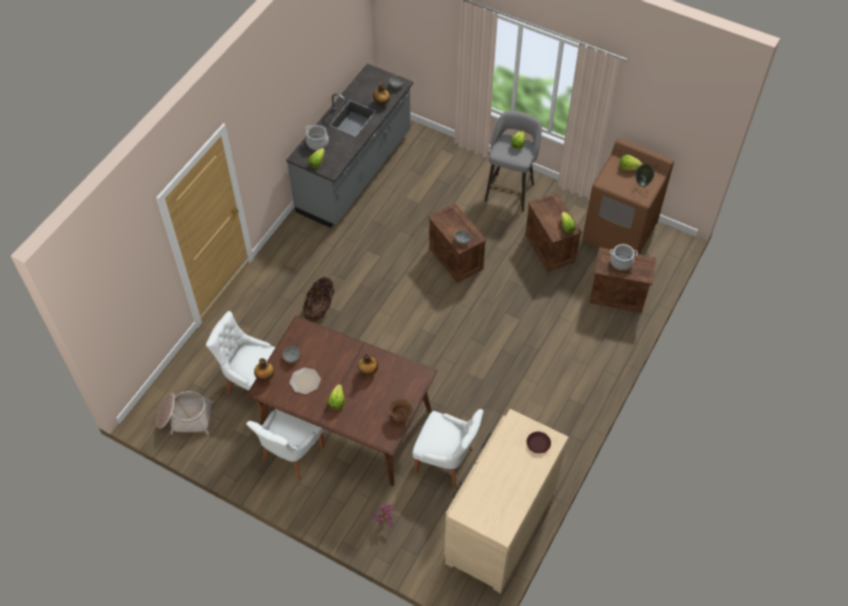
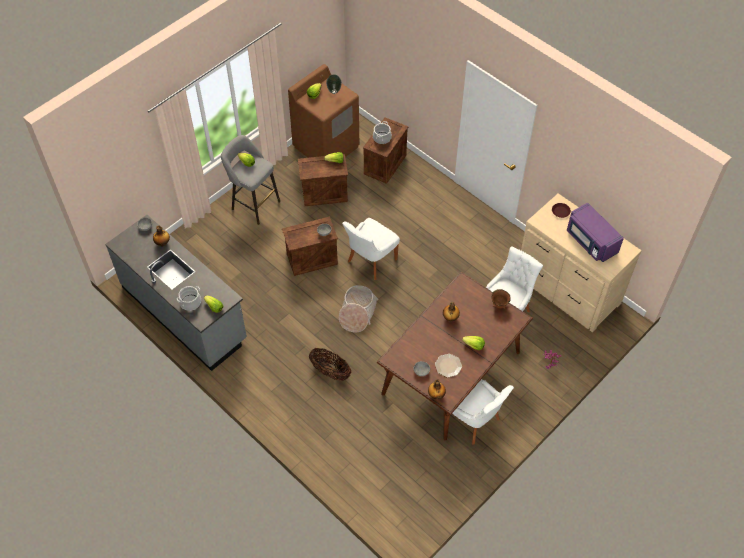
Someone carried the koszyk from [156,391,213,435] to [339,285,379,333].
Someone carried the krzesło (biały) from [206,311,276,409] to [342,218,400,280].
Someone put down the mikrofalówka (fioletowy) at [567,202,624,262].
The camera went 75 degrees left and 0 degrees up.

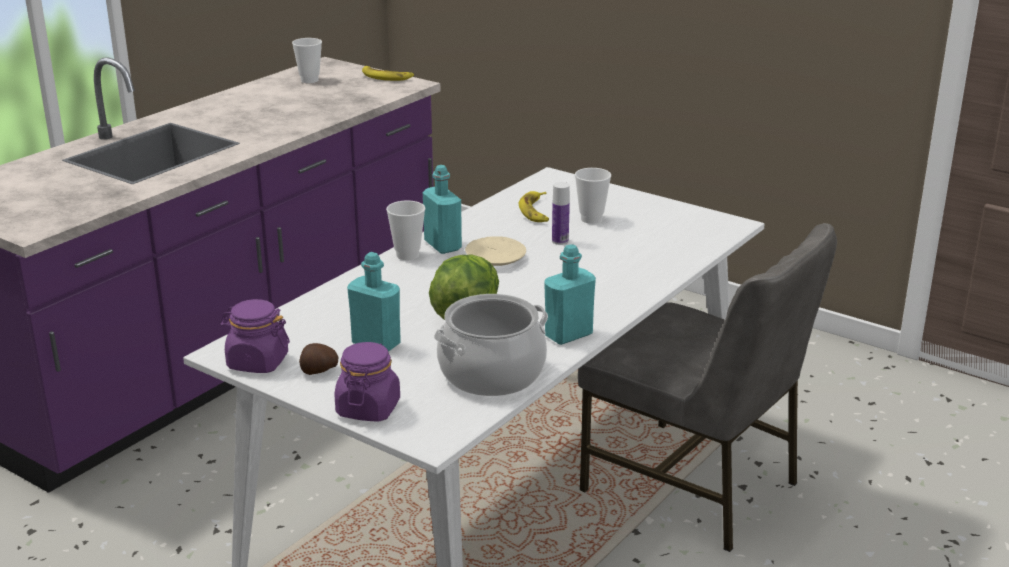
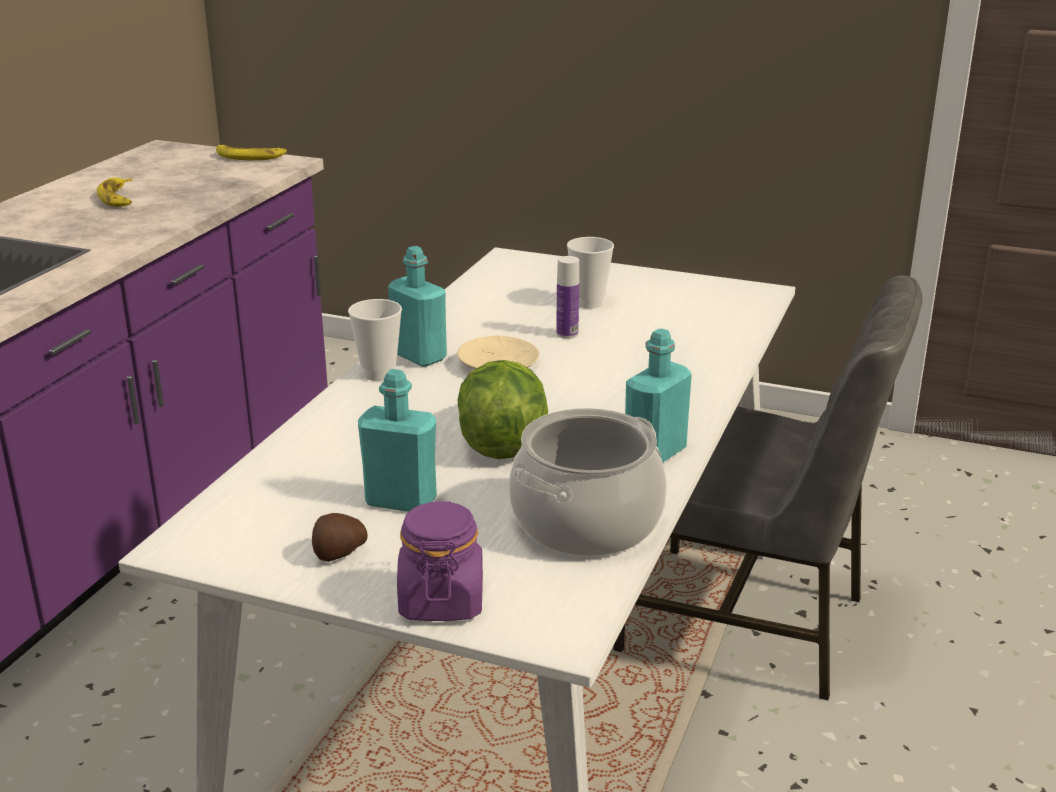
Someone carried the banan from [519,191,549,222] to [97,178,132,207].
Someone took away the słoik (fioletowy) at [219,299,290,373].
Someone took away the filiżanka at [292,38,322,83].
The camera went 15 degrees left and 0 degrees up.

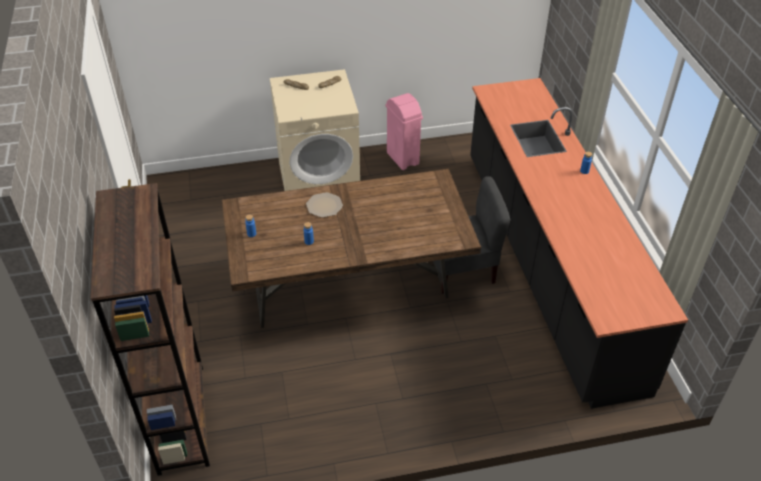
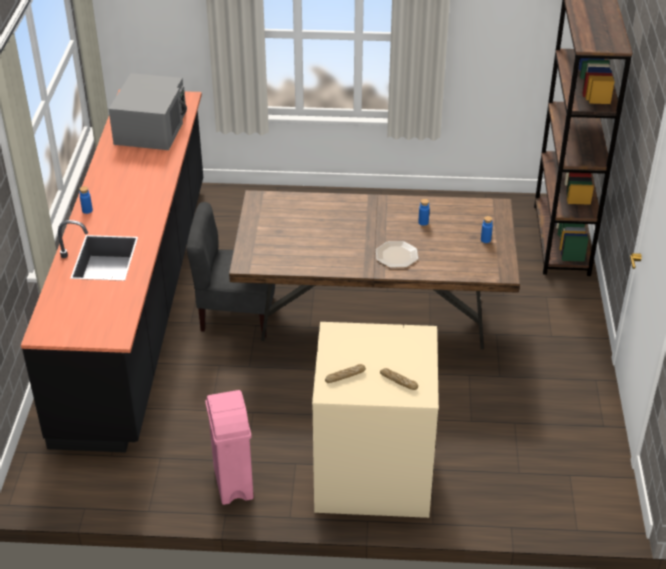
Someone put down the mikrofalówka (szary) at [109,73,187,150].
The camera went 165 degrees left and 5 degrees down.

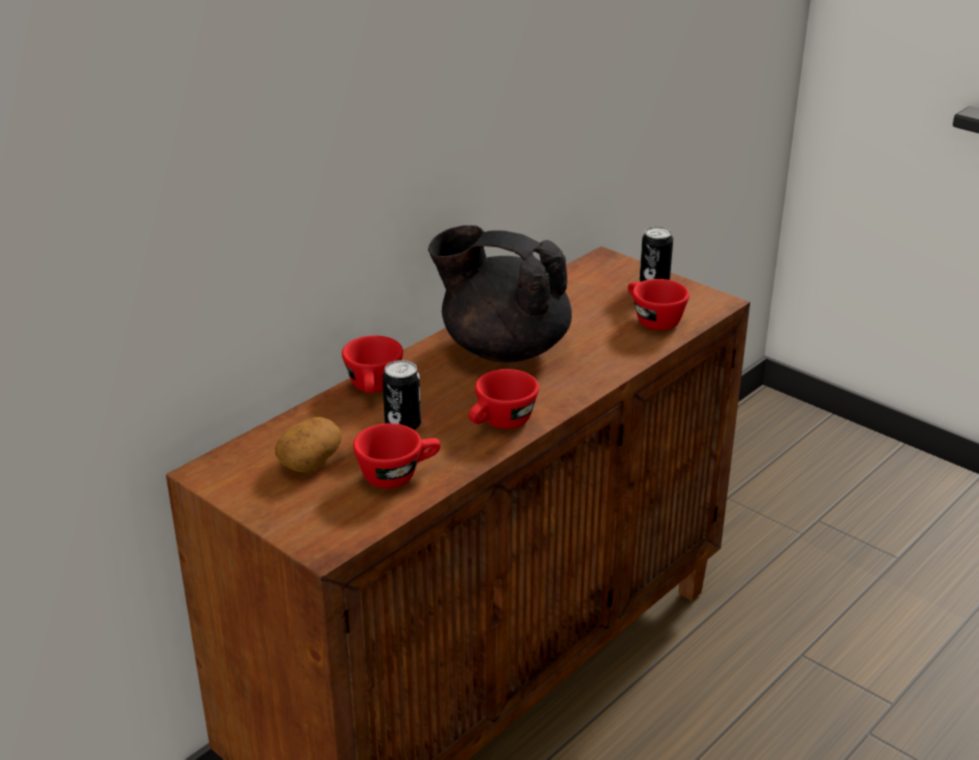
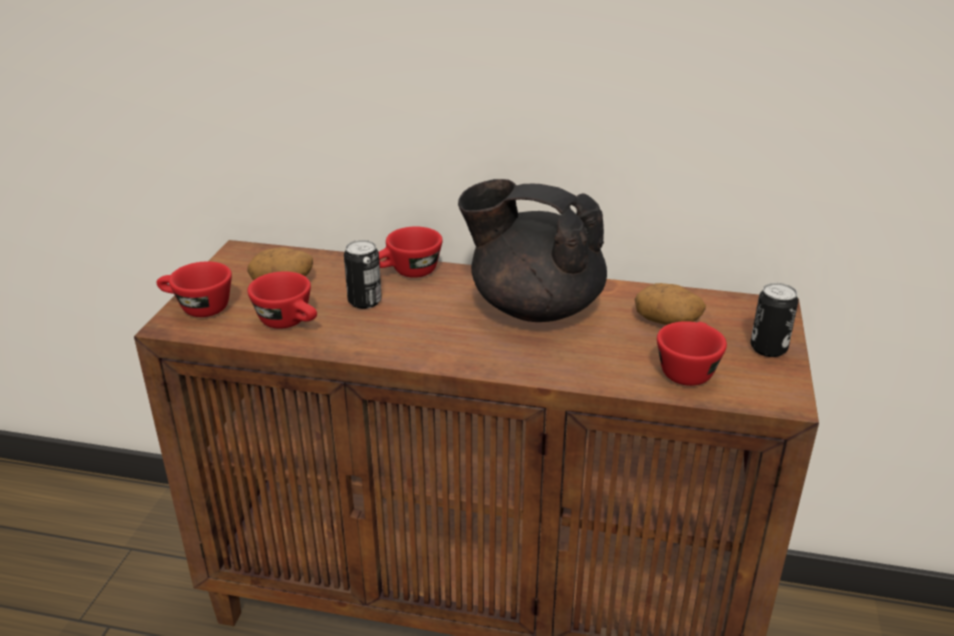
Someone carried the filiżanka (czerwony) from [469,369,539,429] to [156,261,232,317].
Someone rotated the imbryk (czarny) at [428,225,572,363] by 60 degrees counterclockwise.
Someone put down the ziemniak at [635,283,706,325].
The camera went 60 degrees right and 0 degrees up.

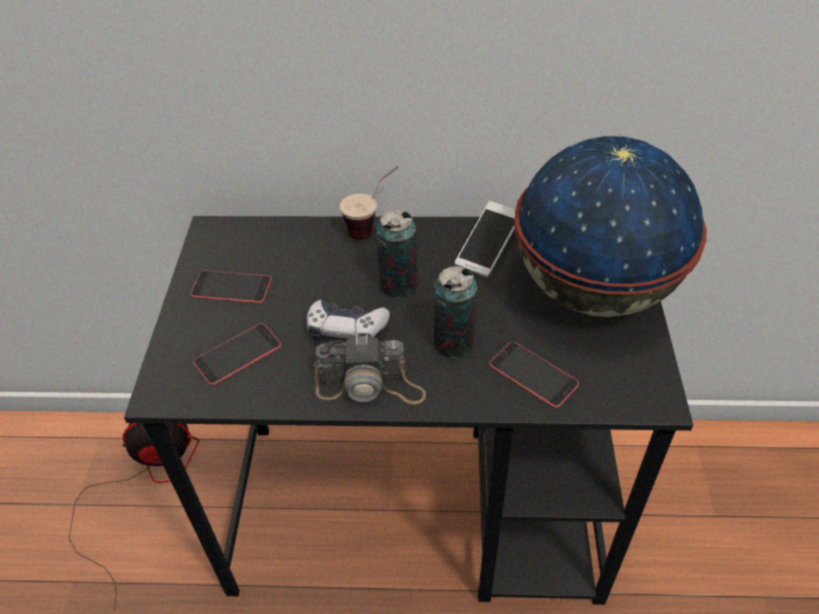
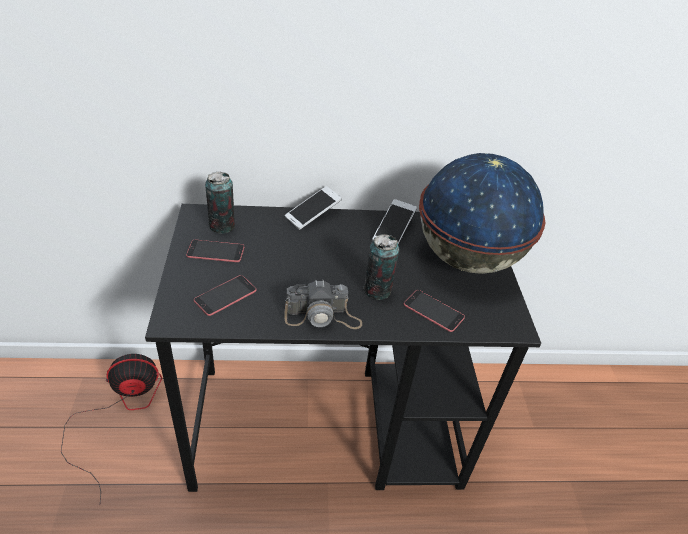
Someone carried the puszka from [376,210,417,298] to [205,172,235,234].
Someone swapped the filiżanka at [340,166,399,240] for the telefon at [285,186,342,230].
Someone took away the pad do gier at [307,300,390,341].
The camera went 10 degrees left and 5 degrees down.

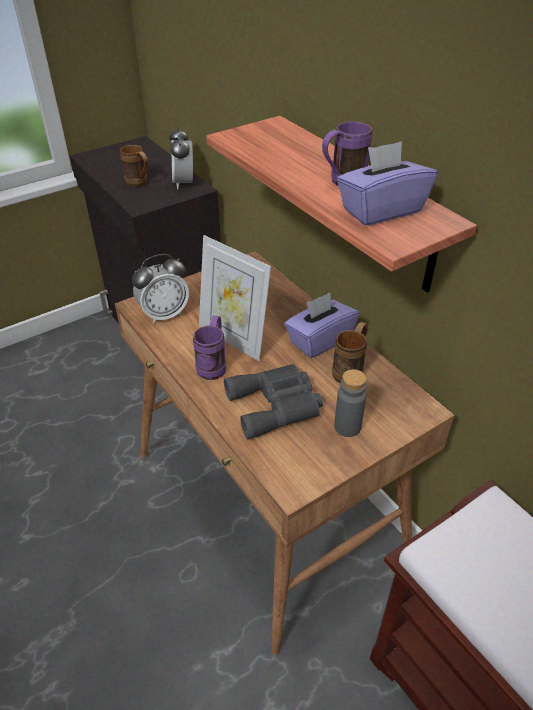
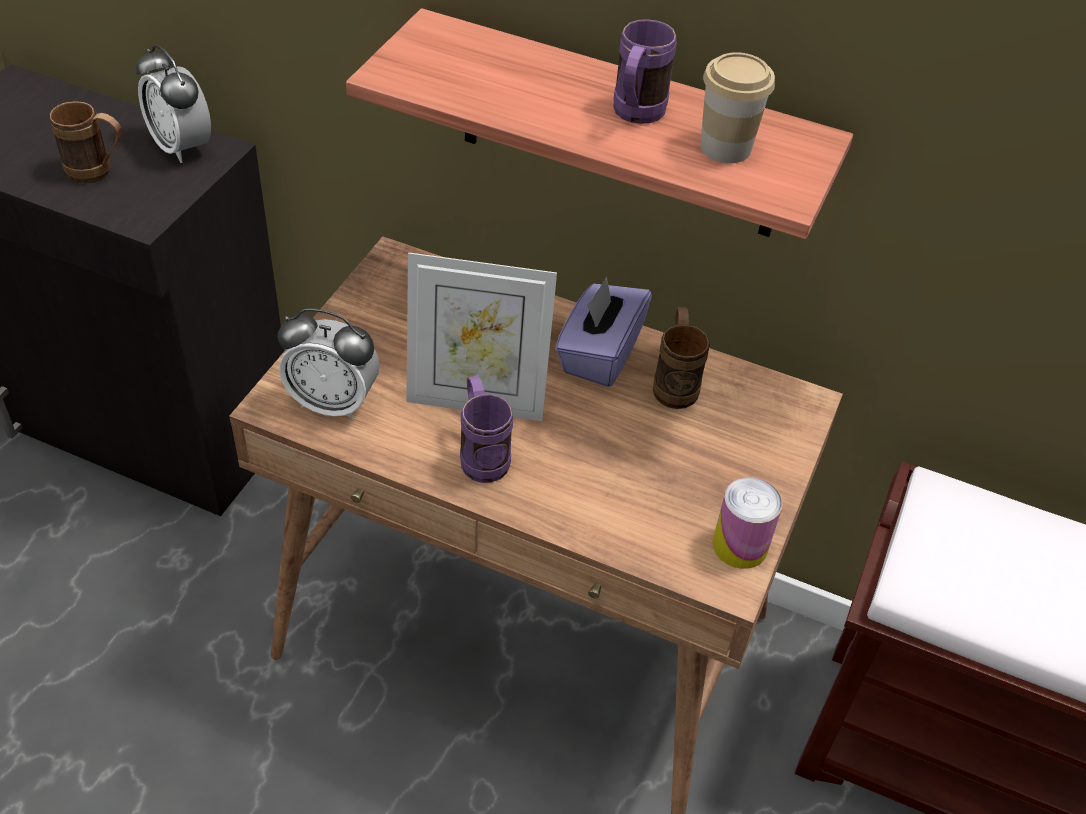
Someone rotated the budzik at [132,254,189,324] by 75 degrees clockwise.
Someone swapped the pudełko chusteczek (fioletowy) at [337,141,437,226] for the filiżanka at [700,52,775,163].
Someone put down the puszka at [712,477,783,569].
Someone took away the lornetka (szary) at [224,364,323,439].
Someone took away the butelka (szary) at [334,369,366,437].
The camera went 35 degrees left and 5 degrees up.

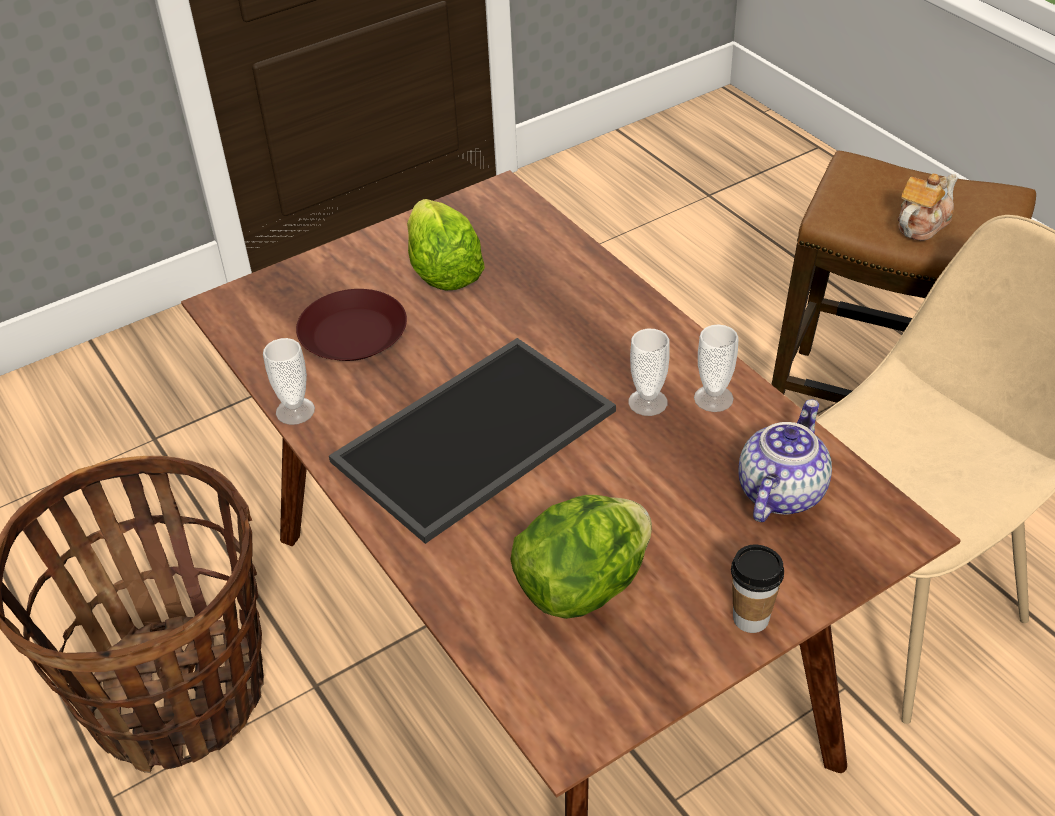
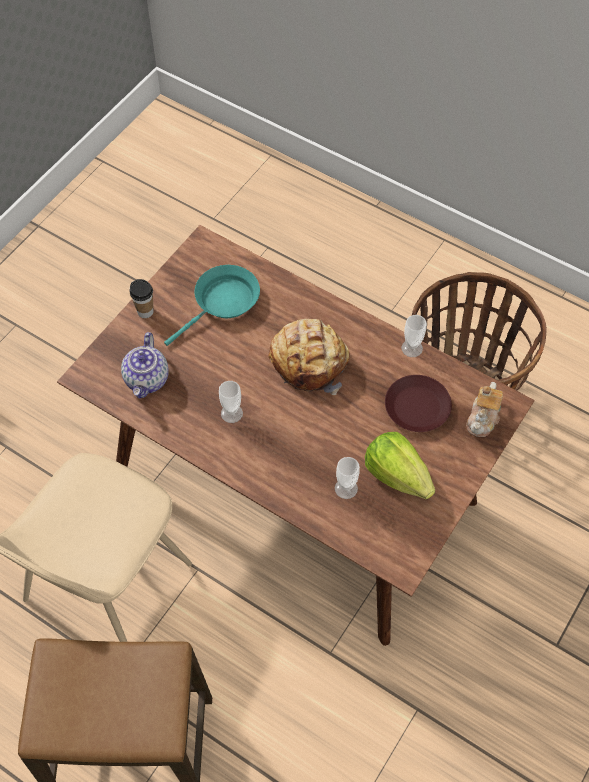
Someone swapped the sałata at [510,495,652,619] for the patelnia (turkusowy) at [164,265,260,346].
Someone swapped the taca at [329,338,616,544] for the chleb at [268,319,350,395].
Someone carried the filiżanka from [694,324,739,412] to [335,457,360,499].
Someone carried the imbryk from [897,173,958,241] to [466,382,503,437].
The camera went 155 degrees right and 15 degrees up.

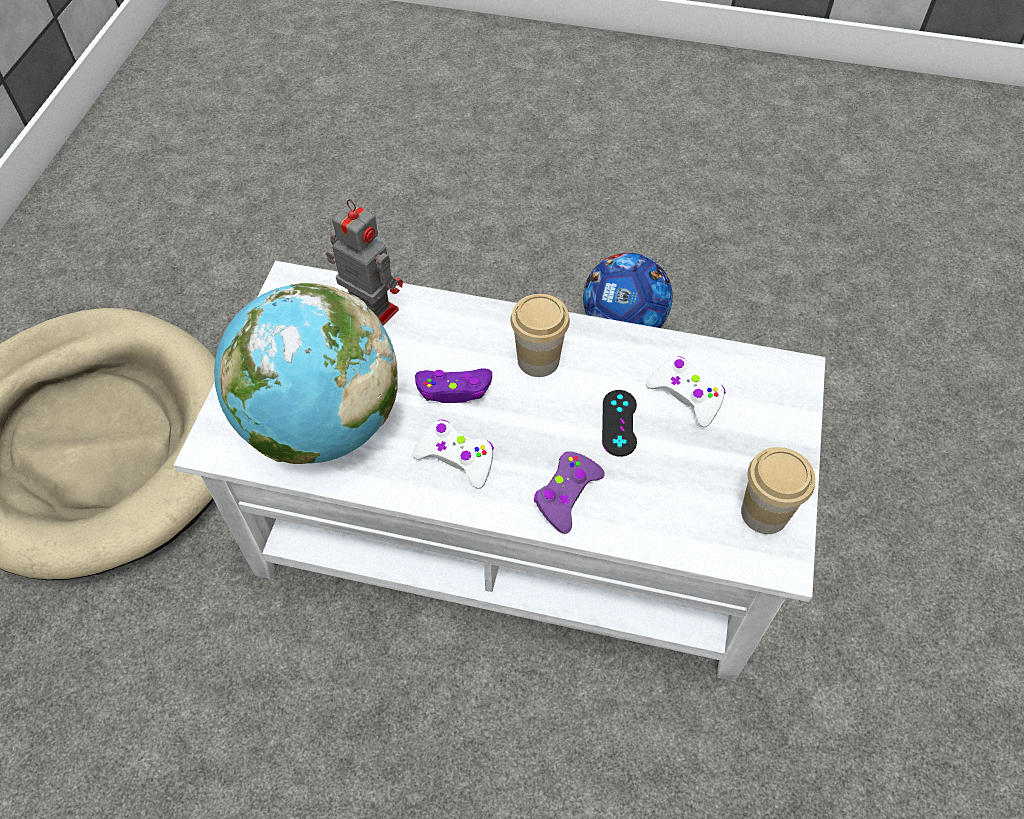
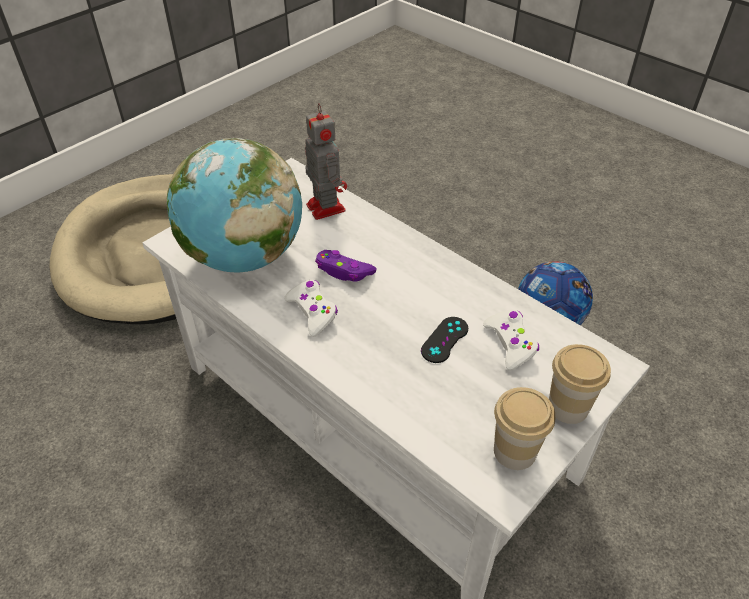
Someone carried the filiżanka from [510,294,570,377] to [549,344,611,424].
Someone took away the pad do gier (fioletowy) at [534,452,605,534].
The camera went 30 degrees right and 10 degrees down.

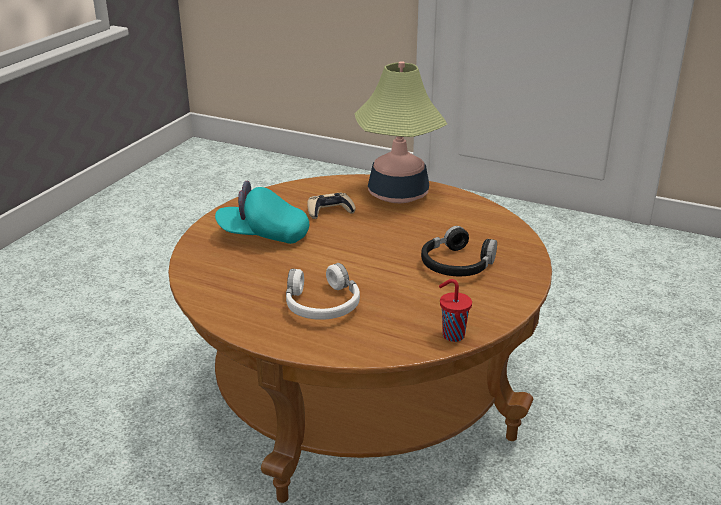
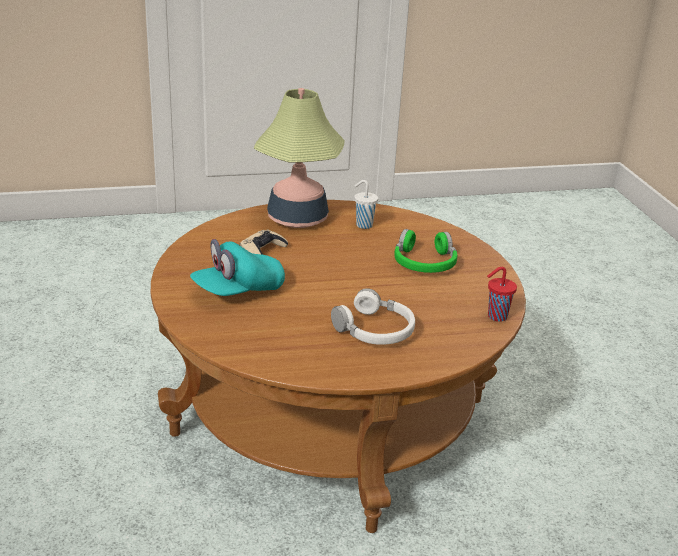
Someone put down the filiżanka (biały) at [354,180,378,229].
Someone repainted the słuchawki (czarny) at [421,226,497,276], which became the słuchawki (zielony) at [394,229,457,273].
The camera went 40 degrees left and 0 degrees up.

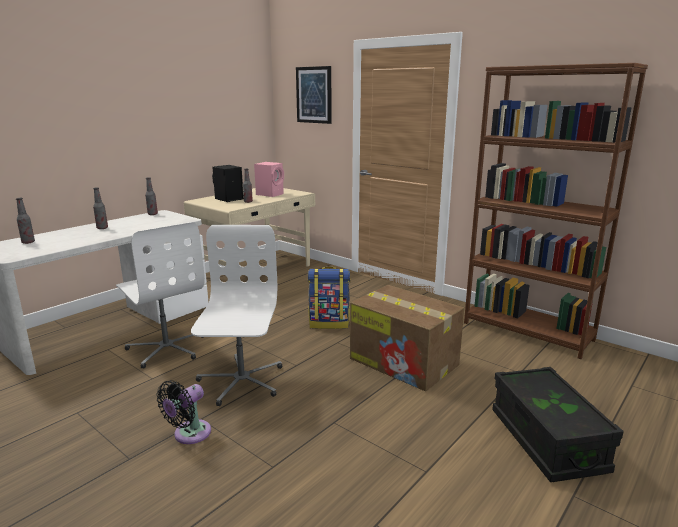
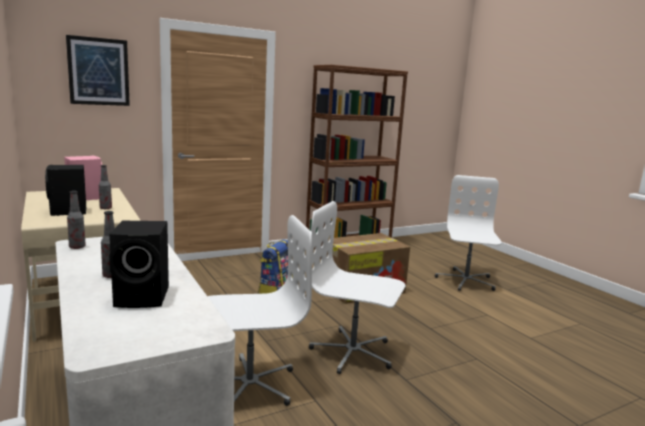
Someone put down the głośnik (czarny) at [109,221,169,308].
Someone swapped the pojemnik do przechowywania (czarny) at [492,367,624,482] for the krzesło biurowe (biały) at [435,175,501,291].
Someone took away the butelka at [16,198,35,244].
Someone took away the wentylator (czarny) at [157,380,211,444].
The camera went 70 degrees left and 5 degrees down.

